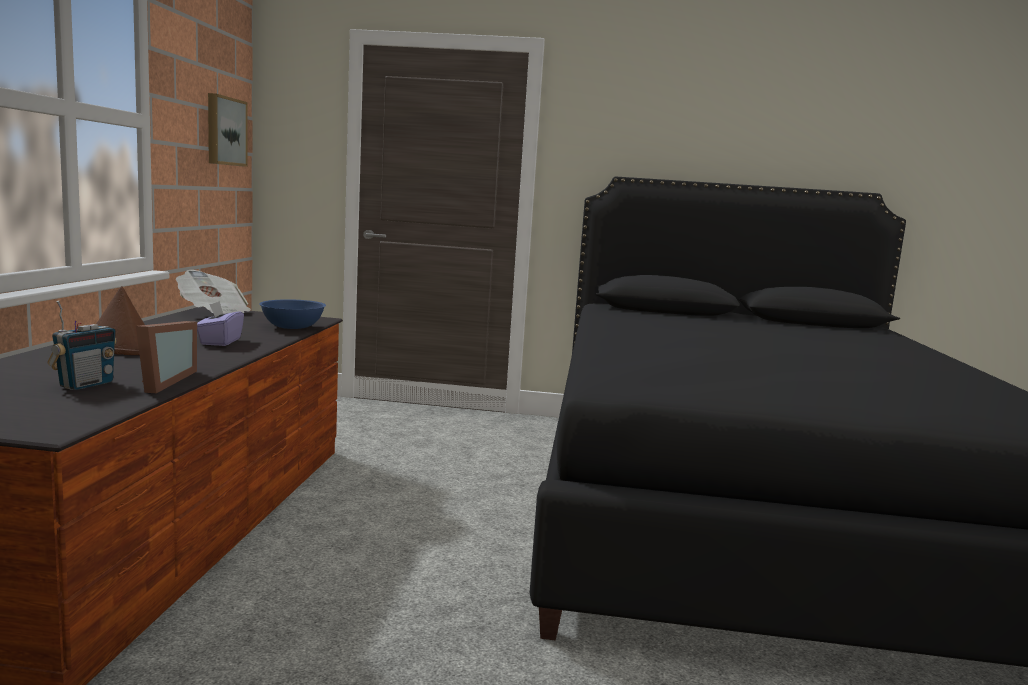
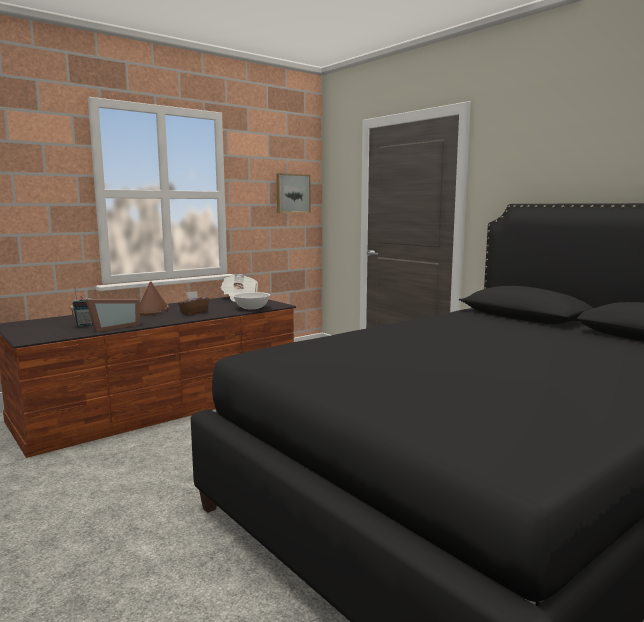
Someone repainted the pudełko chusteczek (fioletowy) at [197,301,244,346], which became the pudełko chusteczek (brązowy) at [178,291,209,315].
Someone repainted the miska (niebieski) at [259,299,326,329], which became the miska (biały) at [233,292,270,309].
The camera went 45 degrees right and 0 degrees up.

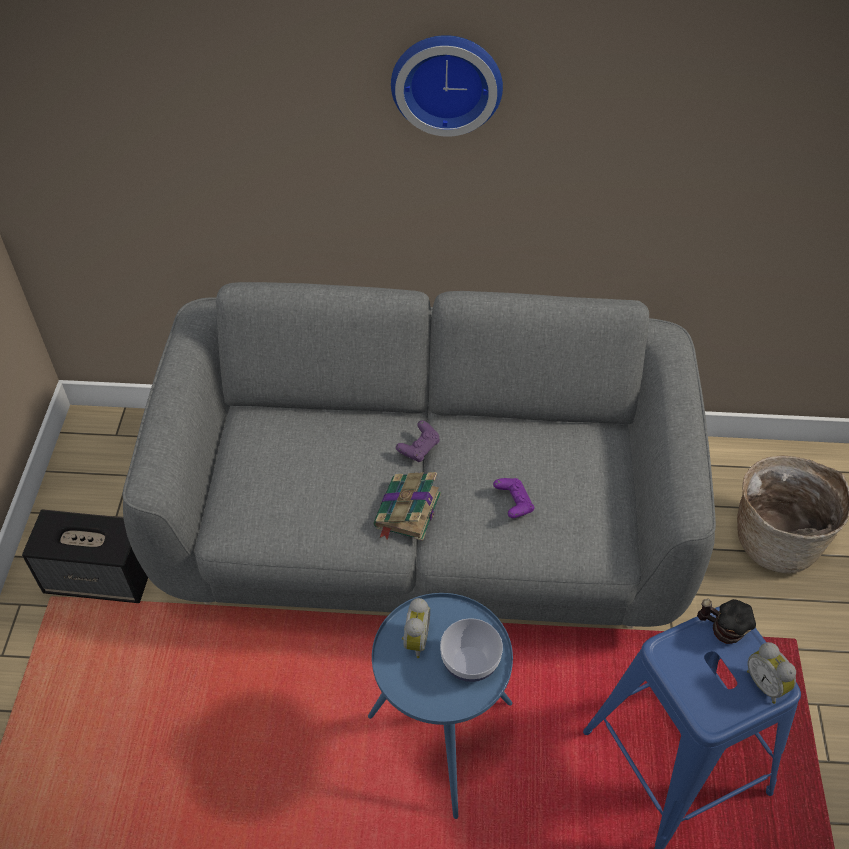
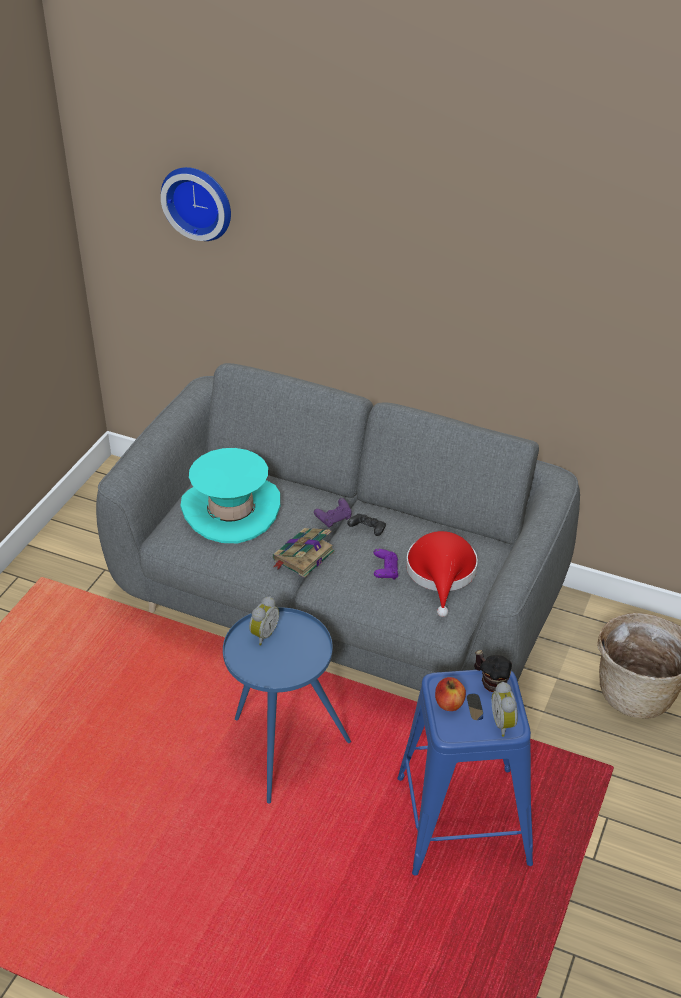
Someone carried the zegar ścienny from [391,35,503,137] to [161,167,231,241].
Someone put down the kapelusz (turkusowy) at [181,448,280,543].
Someone put down the pad do gier (czarny) at [347,514,386,536].
Someone put down the kapelusz (czerwony) at [406,531,478,617].
Someone put down the jabłko at [435,677,466,711].
Someone took away the głośnik at [22,509,148,603].
Someone took away the miska at [440,618,503,682].
The camera went 20 degrees right and 10 degrees down.

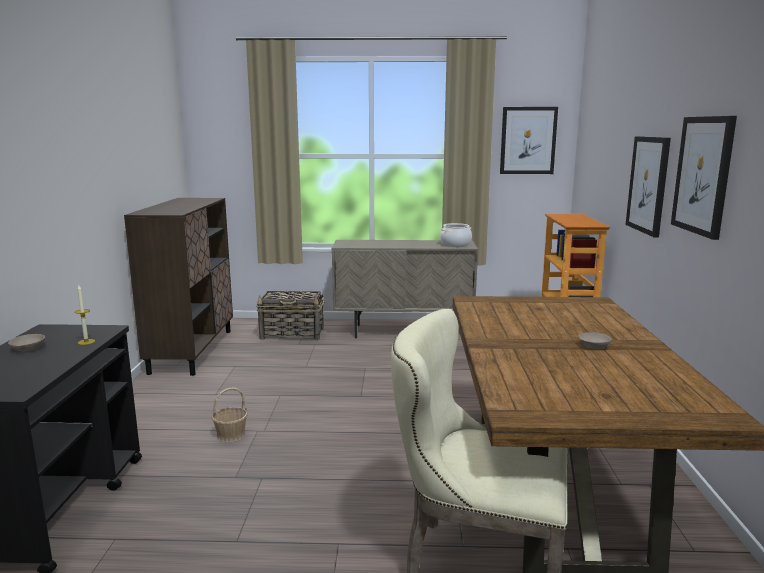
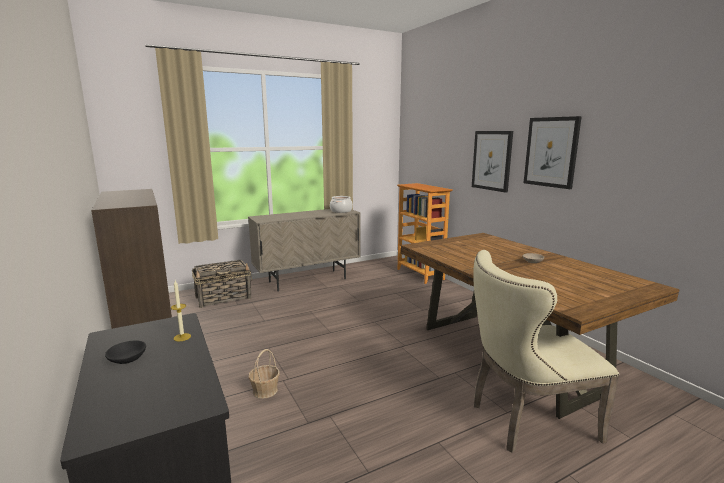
Someone repainted the miska (beżowy) at [8,334,45,352], which became the miska (czarny) at [105,340,146,364].
Someone took away the obraz at [500,107,558,174].
The camera went 30 degrees left and 0 degrees up.

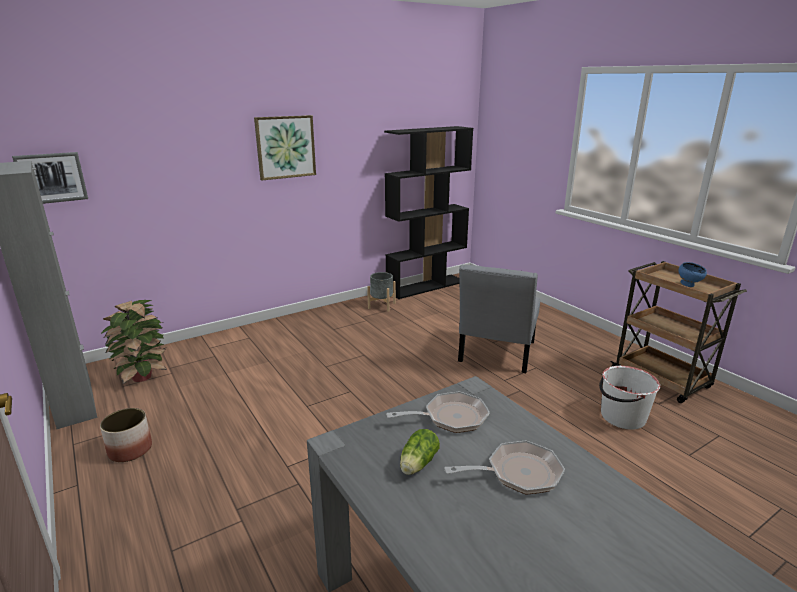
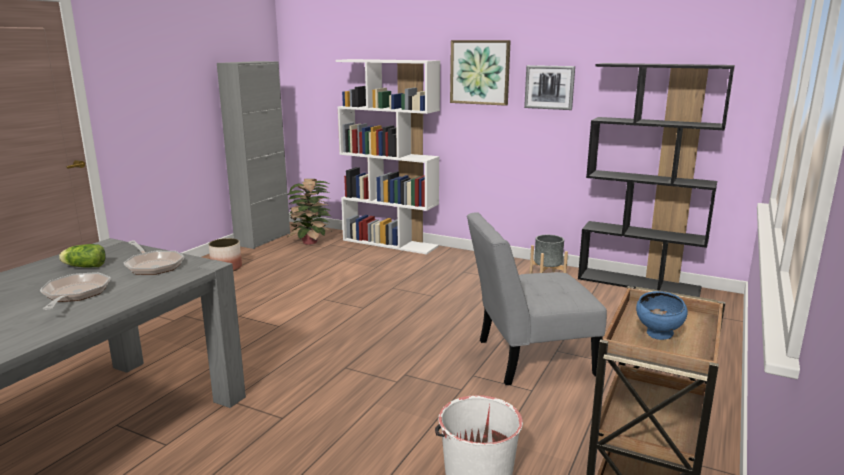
Someone rotated the patelnia at [444,441,565,495] by 150 degrees counterclockwise.
Someone put down the regał (biały) at [336,59,440,255].
Someone carried the obraz from [12,152,88,204] to [524,65,575,110].
The camera went 60 degrees right and 5 degrees down.

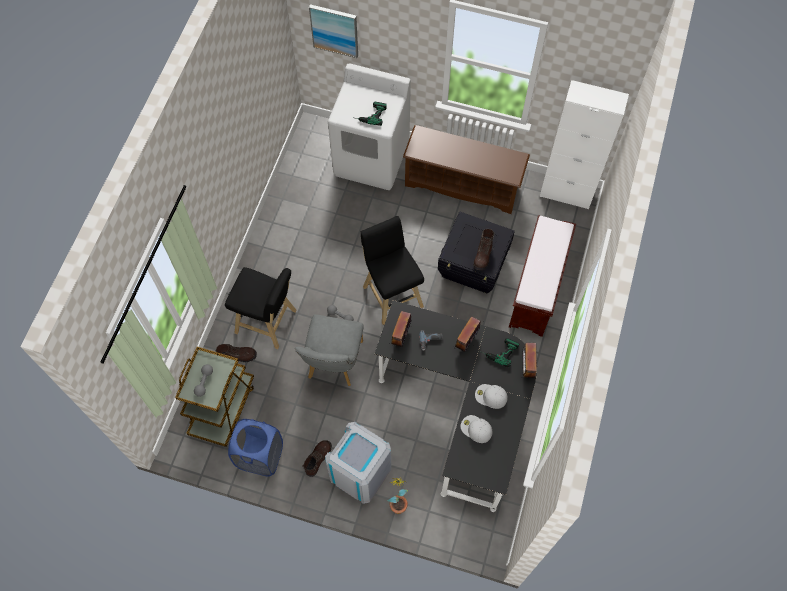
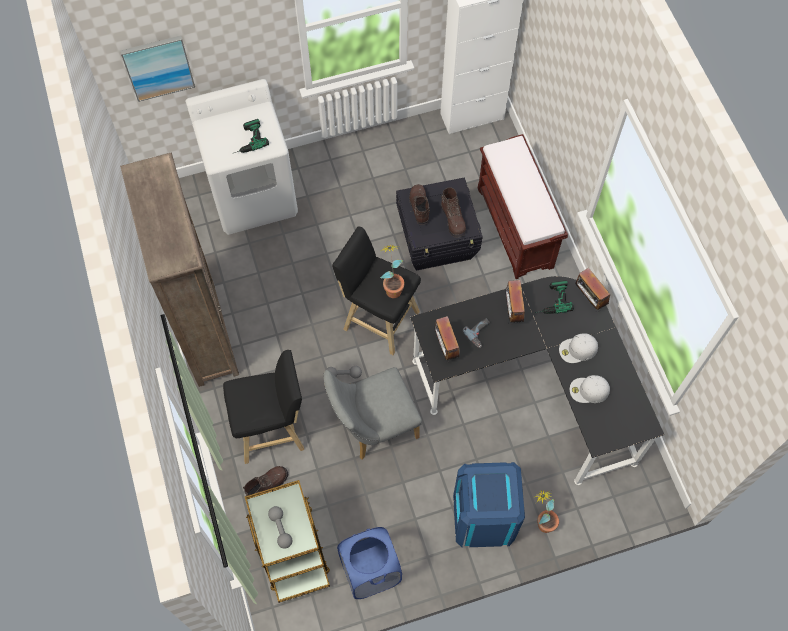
Someone put down the regał (brązowy) at [120,153,239,387].
Someone rotated the krzesło (szary) at [295,314,364,386] by 90 degrees clockwise.
Someone put down the roślina doniczkowa at [380,245,404,298].
Someone carried the but z cholewką (brązowy) from [302,440,332,477] to [409,184,430,225].
Someone repainted the kosz na śmieci (szary) at [325,422,391,504], which became the kosz na śmieci (niebieski) at [453,462,525,548].
Someone took away the regał na buty (brązowy) at [403,125,530,214].
The camera went 35 degrees left and 0 degrees up.

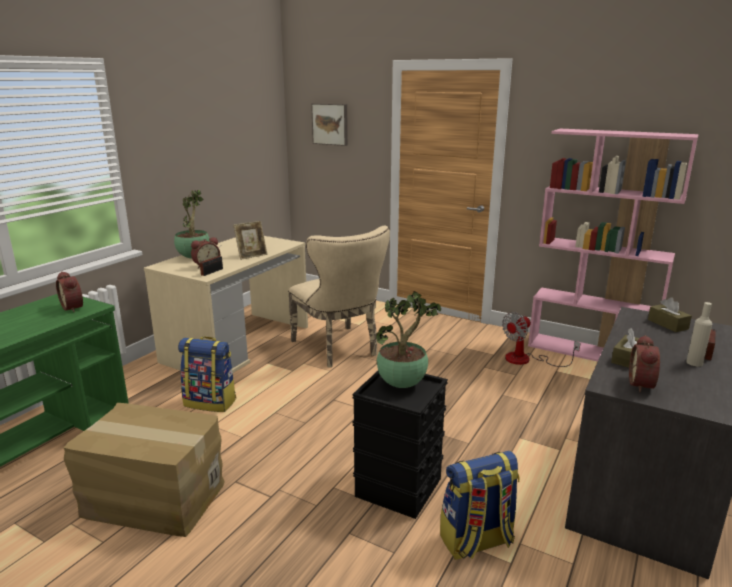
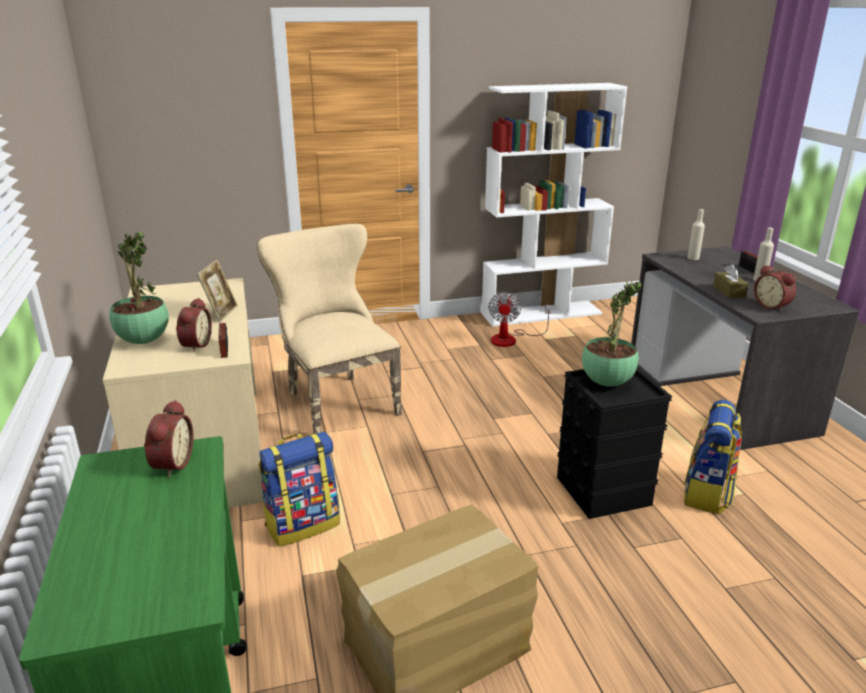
Someone rotated the budzik at [56,271,83,312] by 90 degrees counterclockwise.
Someone rotated the krzesło (beżowy) at [288,226,390,368] by 135 degrees counterclockwise.
Someone repainted the regał (różowy) at [528,129,699,362], which became the regał (biały) at [482,83,627,327].
Someone swapped the pudełko chusteczek (brązowy) at [648,297,692,332] for the butelka (beżowy) at [687,209,705,260].
Someone took away the obraz at [311,103,348,146].
The camera went 45 degrees left and 5 degrees up.

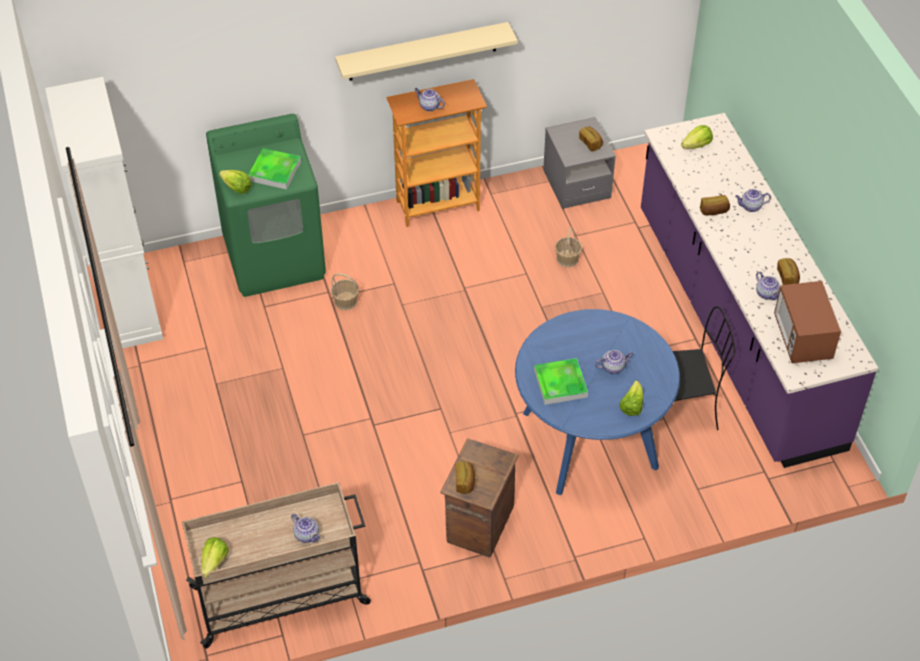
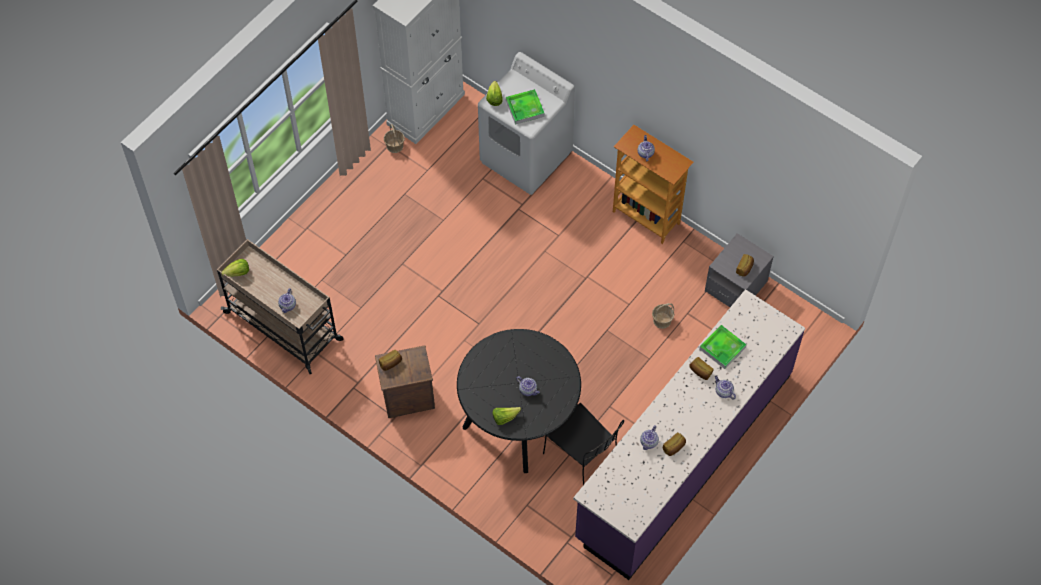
Someone carried the koszyk from [331,273,359,310] to [384,124,405,153].
Someone repainted the stół jadalny (niebieski) at [515,309,680,495], which became the stół jadalny (czarny) at [457,329,581,473].
Someone repainted the pralka (zielony) at [206,114,326,297], which became the pralka (biały) at [478,52,575,195].
Someone carried the taca from [534,358,588,405] to [699,325,747,369].
Someone took away the półka (beżowy) at [335,22,517,81].
Someone took away the sałata at [681,125,713,149].
Someone took away the mikrofalówka at [774,281,841,363].
The camera went 55 degrees right and 10 degrees up.

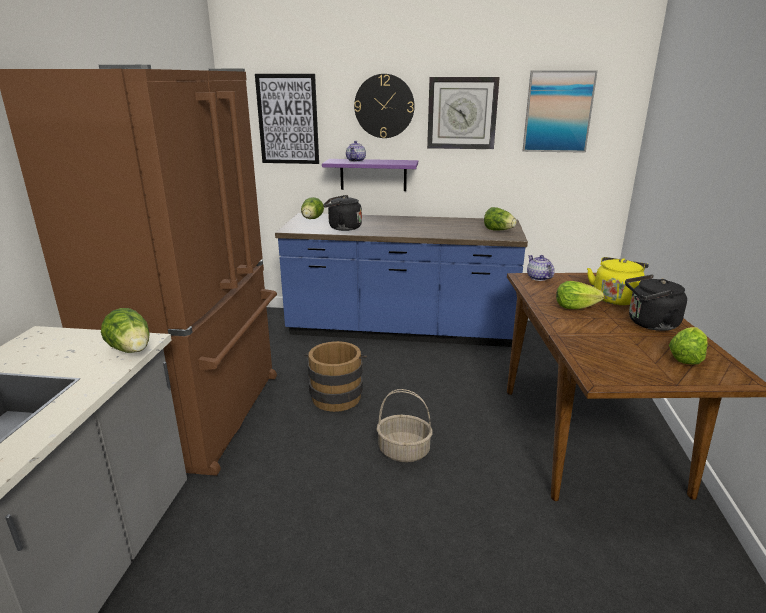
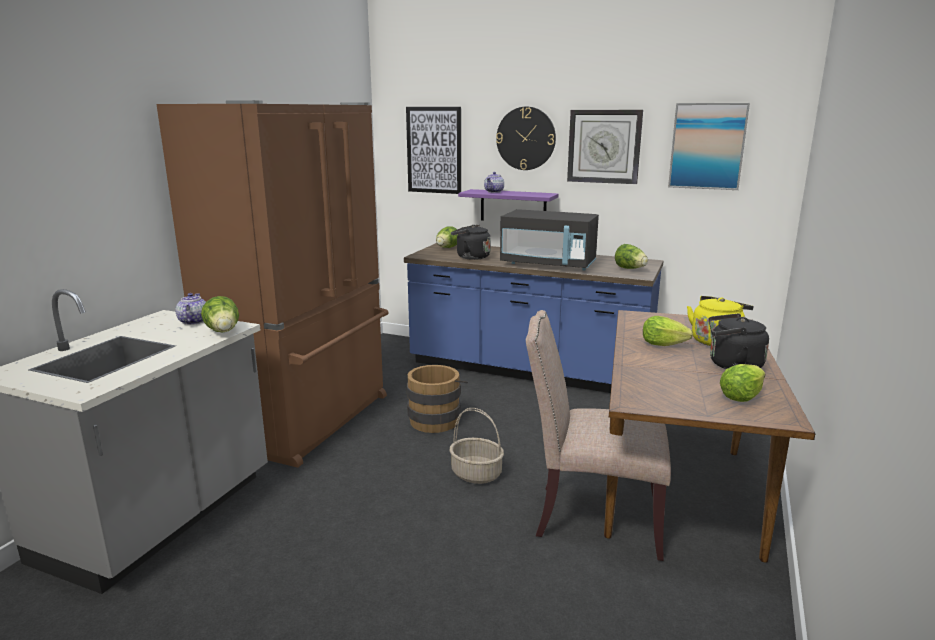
Someone carried the imbryk from [527,255,555,281] to [175,293,206,325].
Someone put down the mikrofalówka (czarny) at [500,209,599,270].
Someone put down the krzesło (beżowy) at [526,310,671,561].
The camera went 15 degrees right and 5 degrees down.

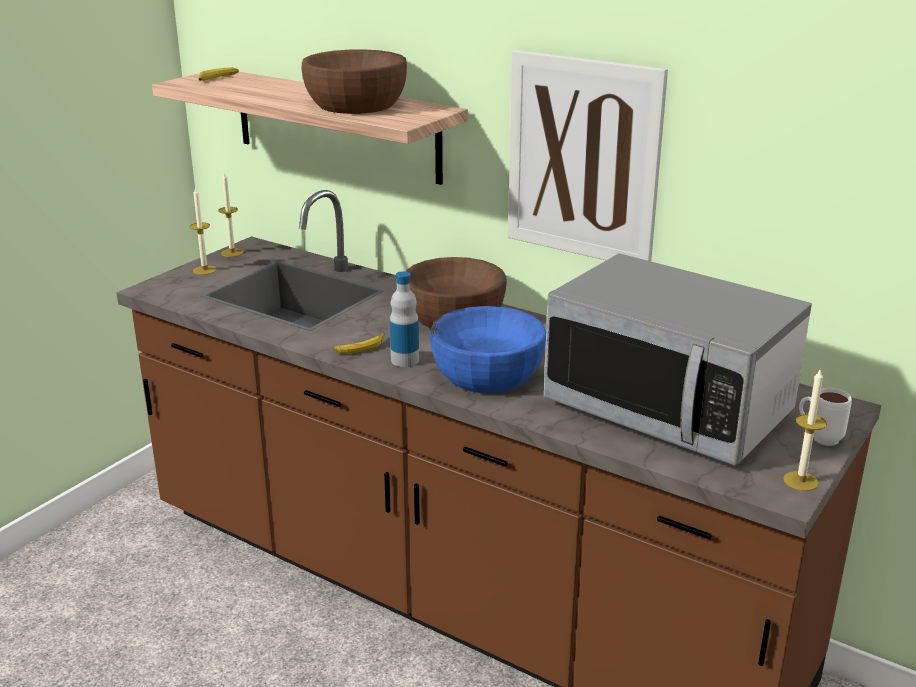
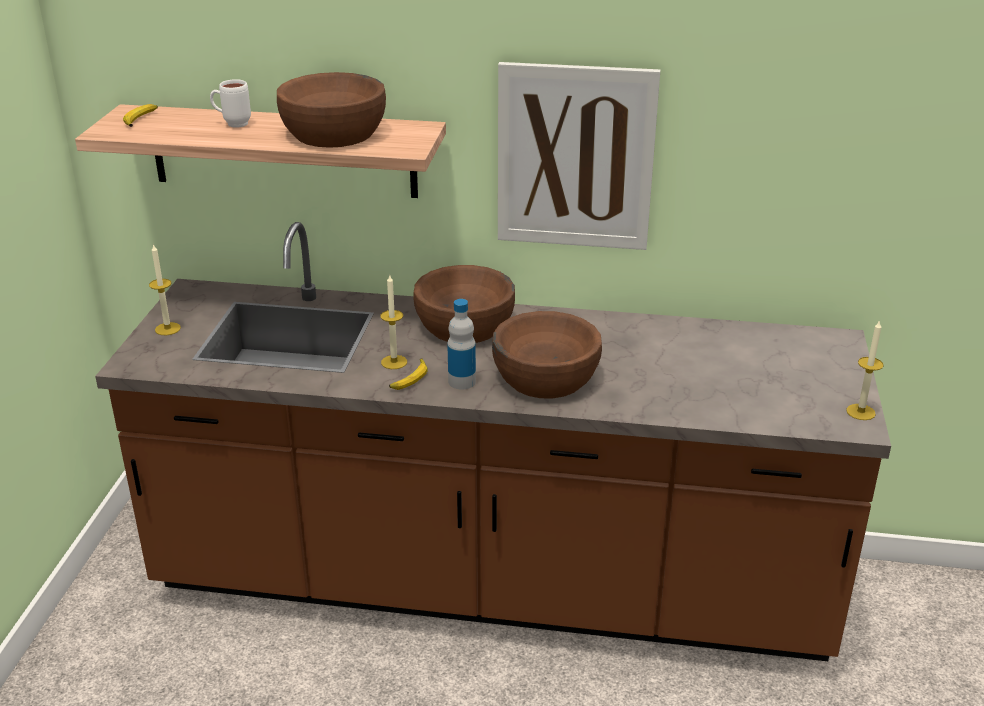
Someone carried the kubek (biały) from [799,388,852,446] to [210,79,251,128].
Someone carried the świeca from [218,173,244,257] to [380,275,407,369].
Someone repainted the miska (niebieski) at [430,306,546,393], which became the miska (brązowy) at [492,311,602,399].
Someone took away the mikrofalówka at [544,253,812,466].
The camera went 25 degrees left and 5 degrees up.

